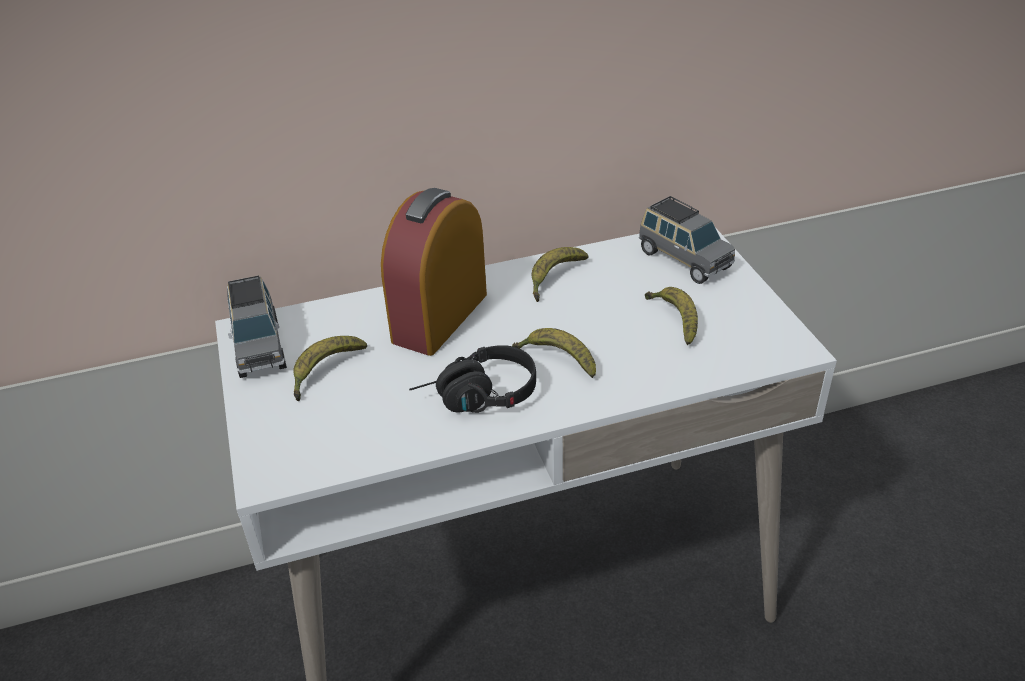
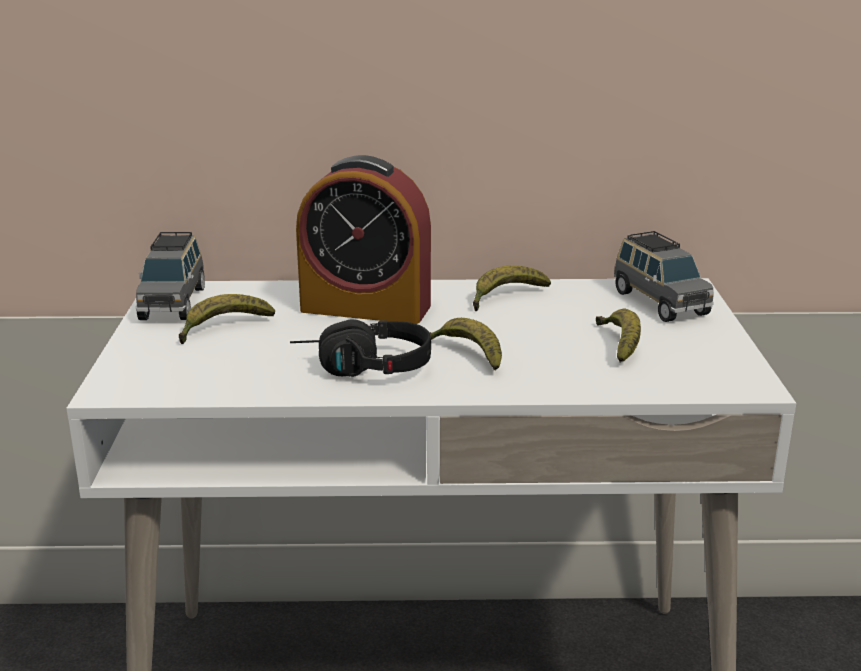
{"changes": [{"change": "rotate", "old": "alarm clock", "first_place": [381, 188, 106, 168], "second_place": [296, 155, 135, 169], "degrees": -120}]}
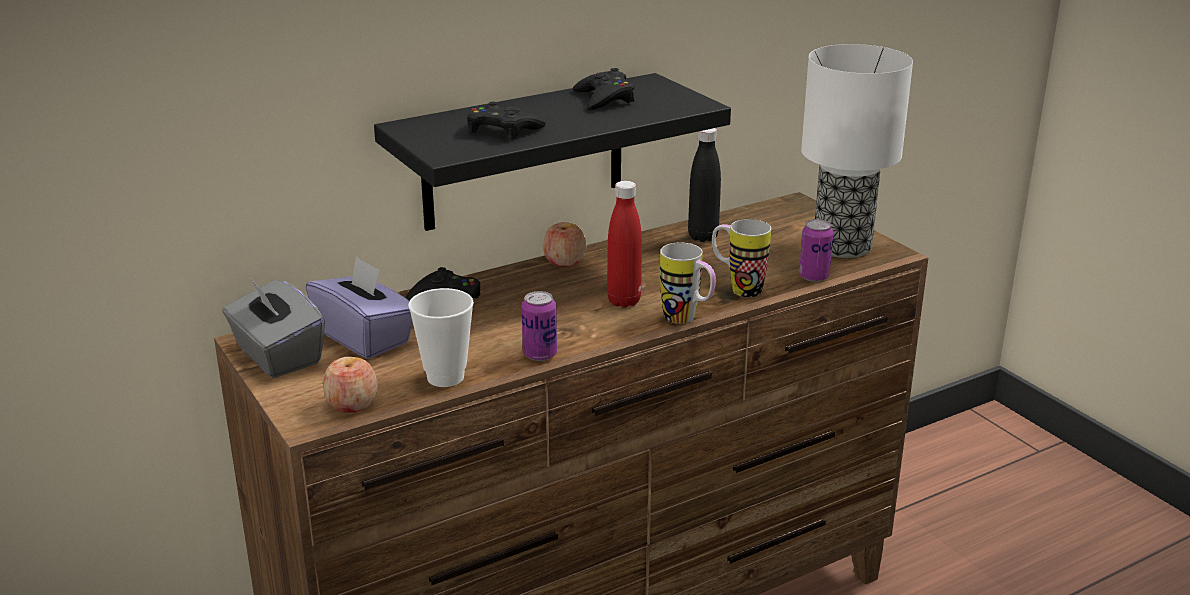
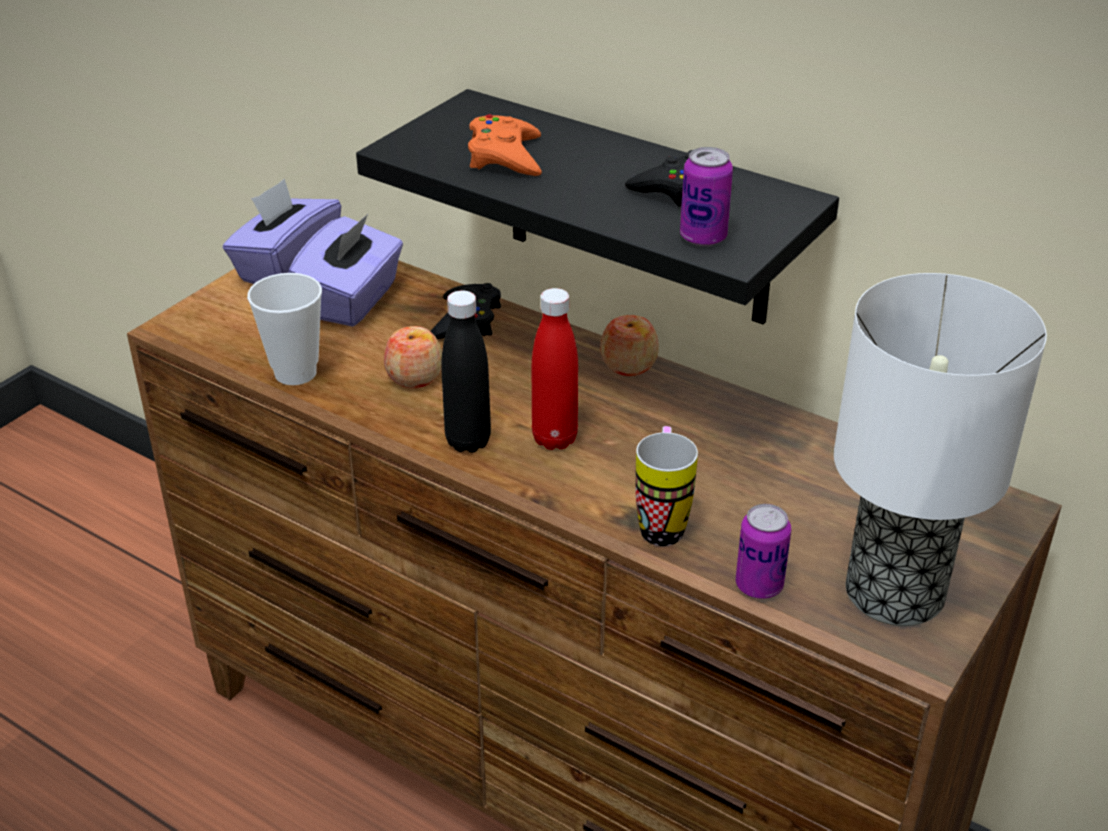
{"changes": [{"change": "recolor", "old": "grey box of tissues", "new": "purple-coloured box of tissues", "first_place": [222, 278, 103, 100], "second_place": [223, 179, 118, 105]}, {"change": "move", "old": "apple fruit", "first_place": [323, 357, 55, 56], "second_place": [384, 326, 58, 62]}, {"change": "recolor", "old": "black joypad", "new": "orangey joypad", "first_place": [467, 102, 79, 37], "second_place": [468, 114, 74, 62]}, {"change": "move", "old": "can", "first_place": [522, 291, 35, 70], "second_place": [680, 147, 53, 99]}, {"change": "delete", "old": "mug", "first_place": [660, 242, 56, 82]}, {"change": "move", "old": "black drink bottle", "first_place": [688, 128, 33, 114], "second_place": [441, 290, 50, 163]}]}
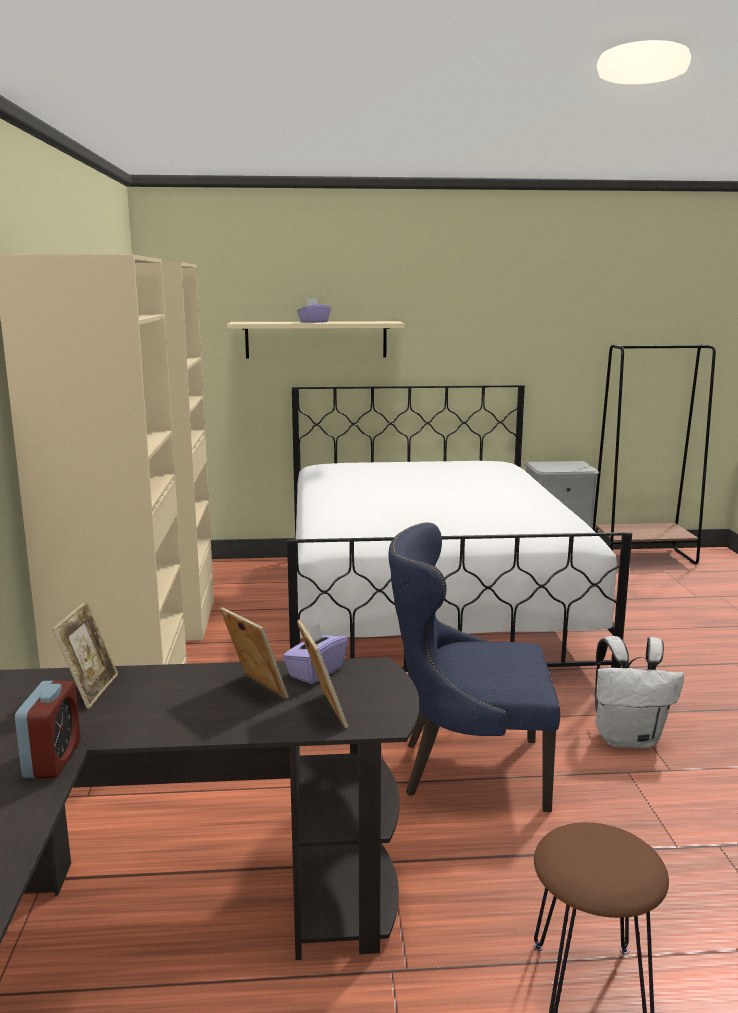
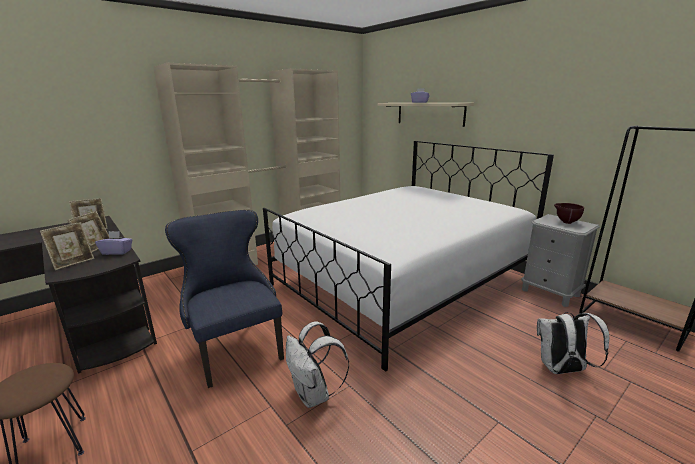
{"changes": [{"change": "delete", "old": "alarm clock", "first_place": [15, 681, 66, 97]}, {"change": "insert", "new": "whitish knapsack", "second_place": [537, 312, 72, 62]}, {"change": "insert", "new": "brown deep dish", "second_place": [554, 203, 30, 21]}]}
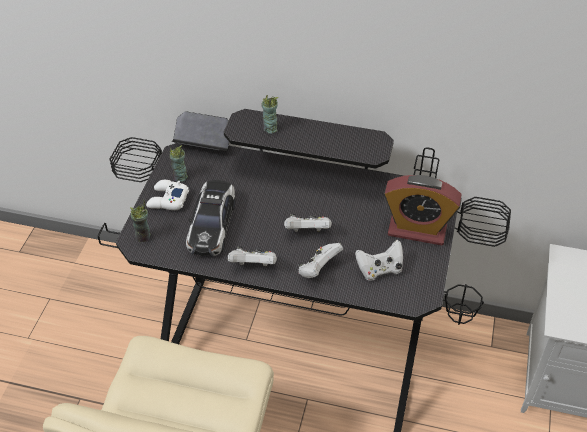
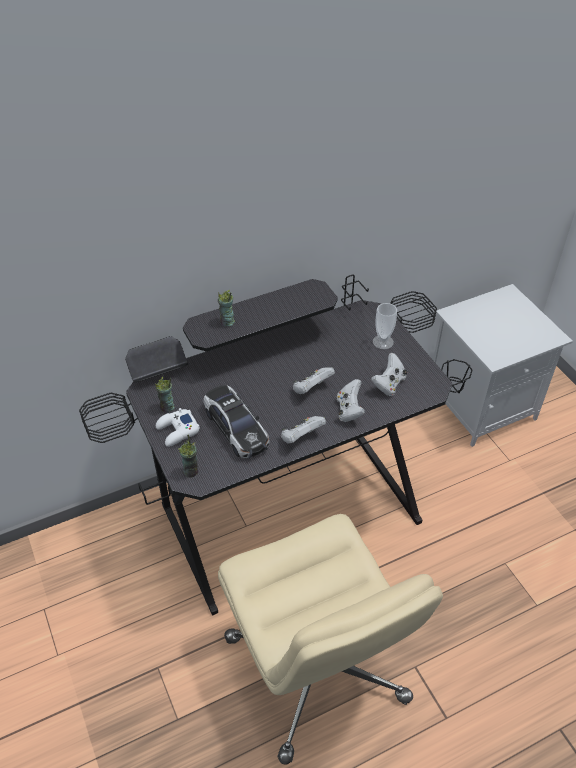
{"changes": [{"change": "replace", "old": "alarm clock", "new": "small cup", "first_place": [384, 175, 78, 70], "second_place": [373, 303, 24, 47]}]}
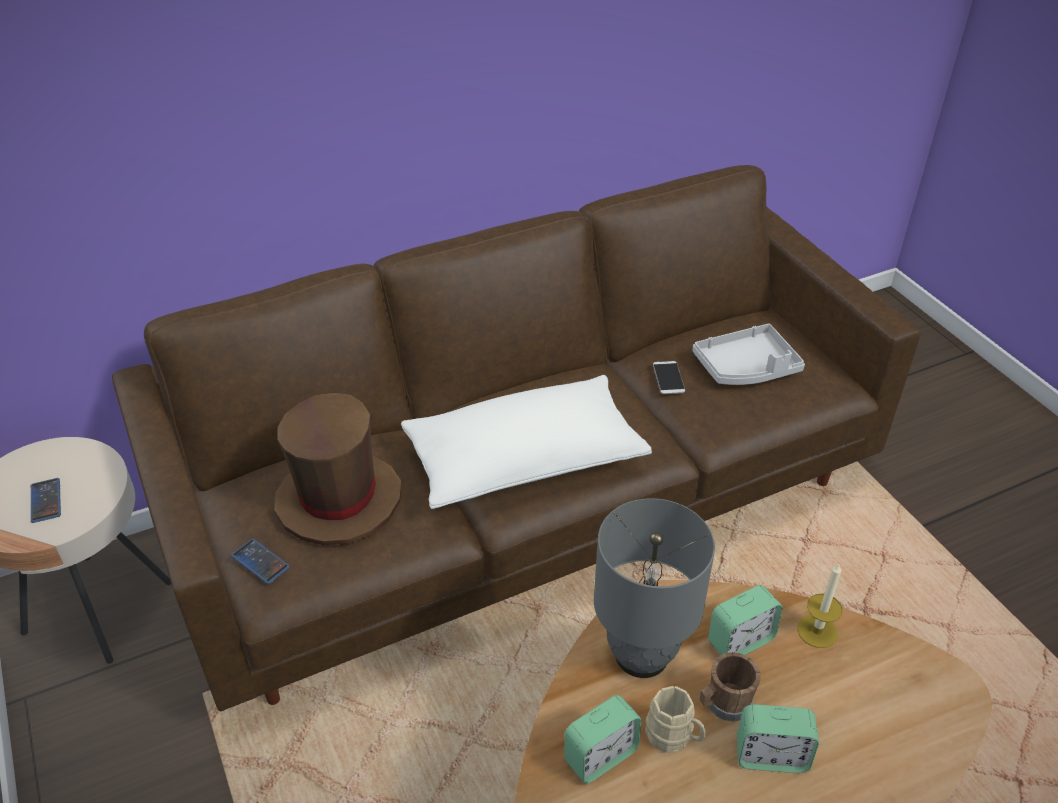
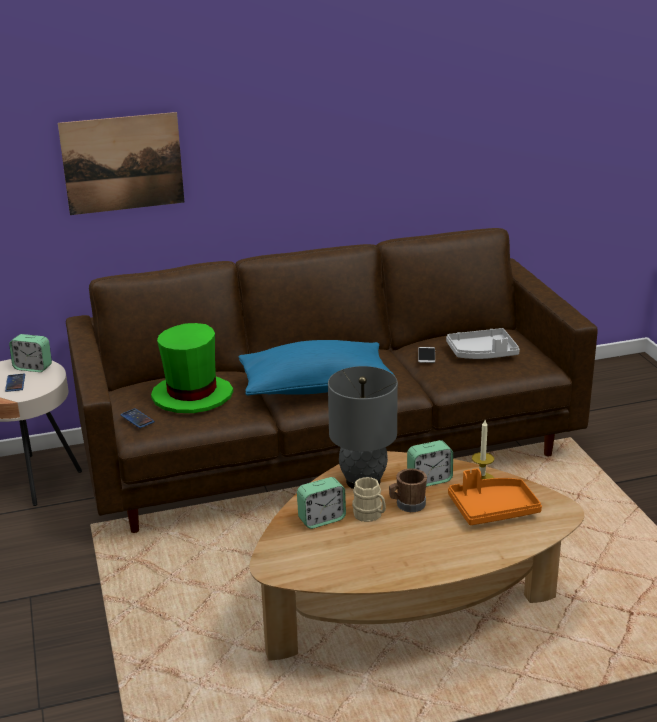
{"changes": [{"change": "recolor", "old": "brown wearable hat", "new": "greenish wearable hat", "first_place": [274, 393, 128, 152], "second_place": [151, 323, 82, 90]}, {"change": "recolor", "old": "whitish throw pillow", "new": "blue-coloured throw pillow", "first_place": [401, 375, 251, 134], "second_place": [239, 340, 156, 55]}, {"change": "move", "old": "alarm clock", "first_place": [737, 704, 82, 69], "second_place": [9, 334, 43, 38]}, {"change": "insert", "new": "wall art", "second_place": [58, 112, 127, 103]}, {"change": "insert", "new": "orangey tray", "second_place": [448, 468, 94, 57]}]}
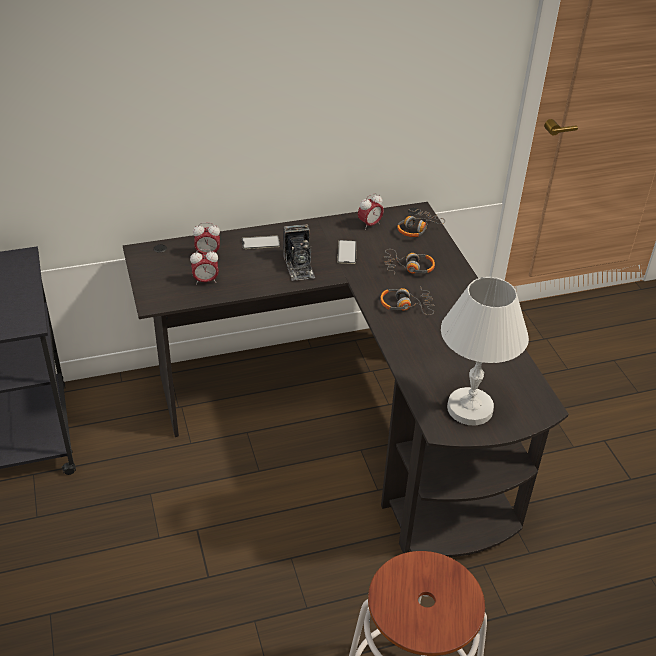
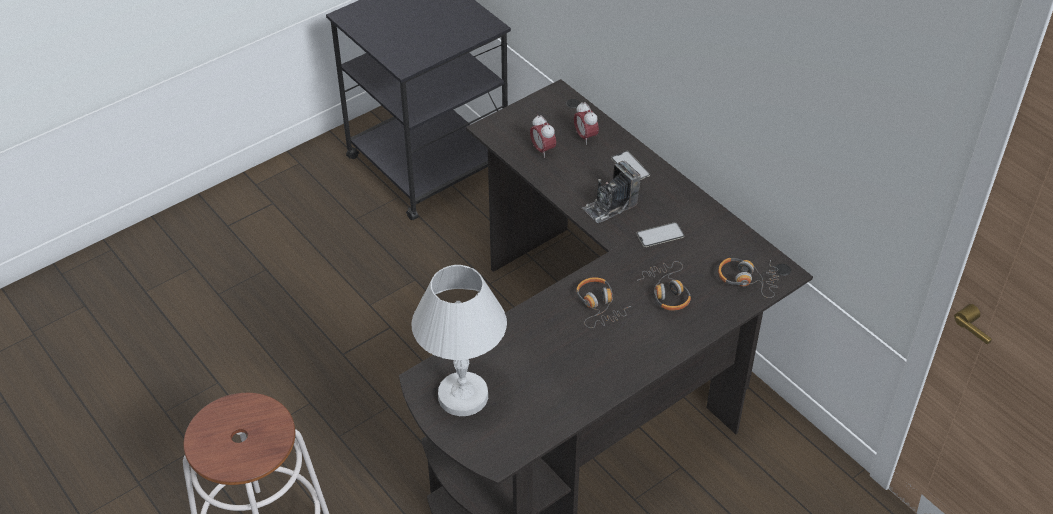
{"changes": [{"change": "delete", "old": "alarm clock", "first_place": [358, 193, 26, 37]}]}
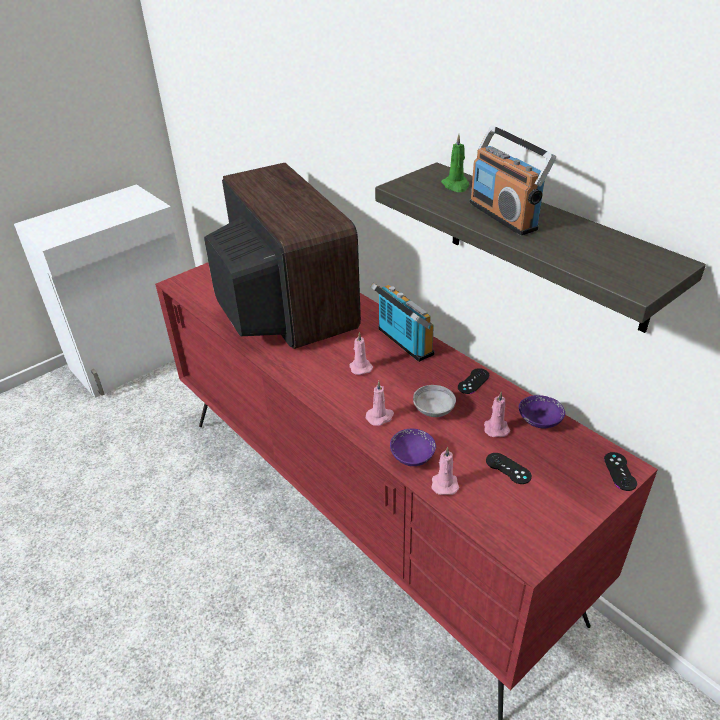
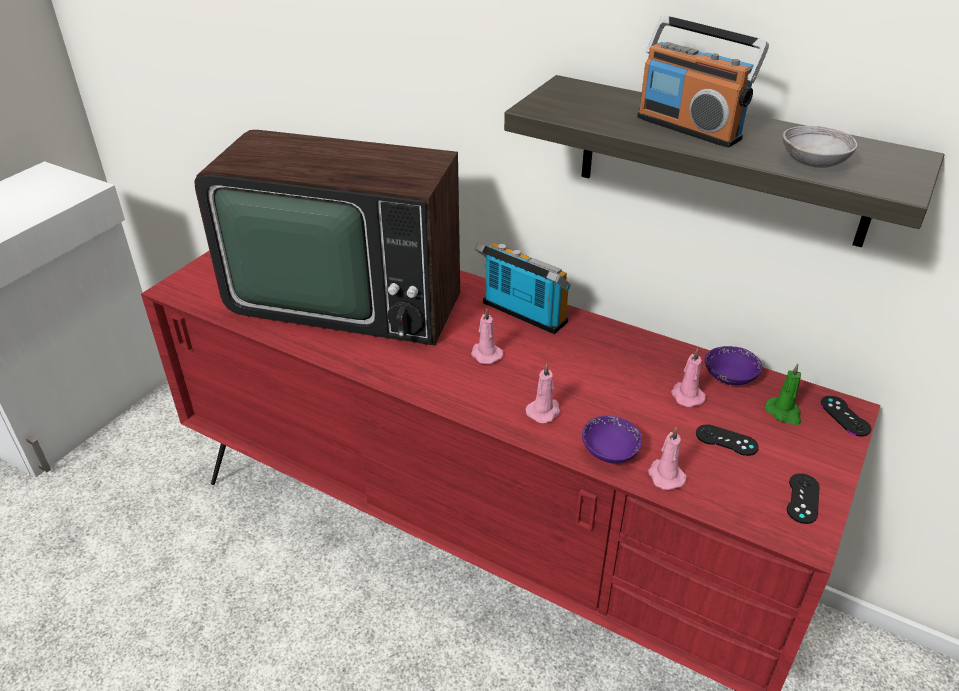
{"changes": [{"change": "rotate", "old": "TV", "first_place": [204, 163, 157, 186], "second_place": [194, 130, 266, 216], "degrees": 150}, {"change": "move", "old": "grey deep dish", "first_place": [413, 385, 43, 32], "second_place": [783, 126, 74, 42]}, {"change": "move", "old": "greenish wax candle", "first_place": [441, 134, 28, 58], "second_place": [765, 363, 36, 62]}, {"change": "move", "old": "black joypad", "first_place": [458, 368, 32, 26], "second_place": [787, 473, 33, 51]}]}
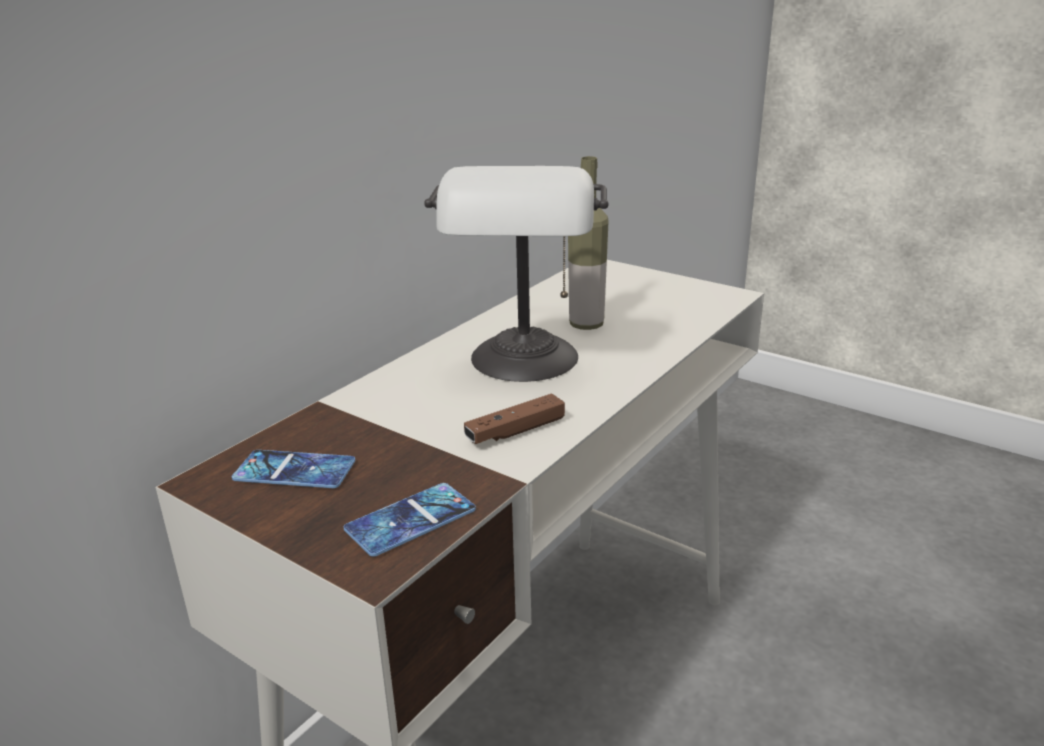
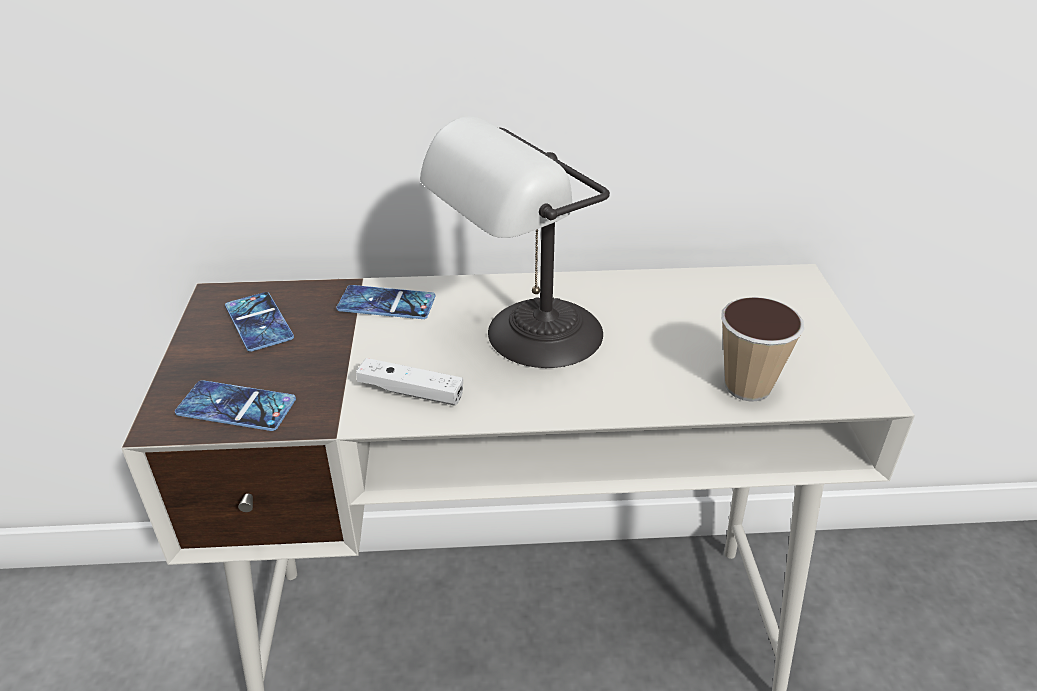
{"changes": [{"change": "recolor", "old": "brown joypad", "new": "whitish joypad", "first_place": [464, 393, 101, 51], "second_place": [356, 358, 107, 47]}, {"change": "delete", "old": "drink bottle", "first_place": [568, 156, 41, 174]}, {"change": "insert", "new": "phone", "second_place": [336, 285, 99, 34]}, {"change": "insert", "new": "small cup", "second_place": [721, 297, 83, 105]}]}
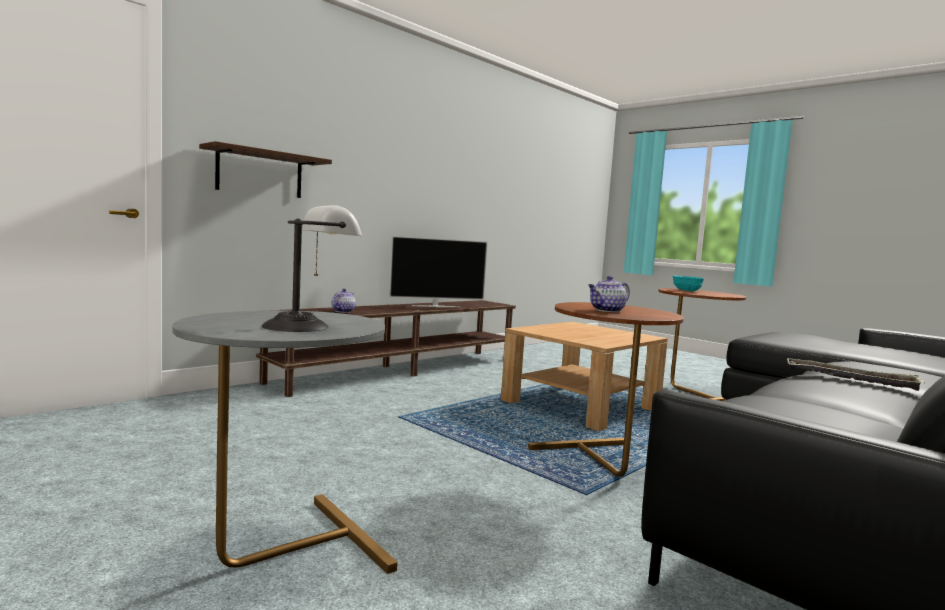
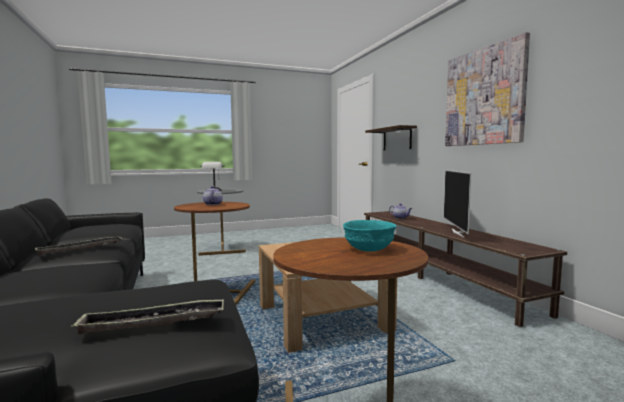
{"changes": [{"change": "insert", "new": "tray", "second_place": [71, 299, 153, 35]}, {"change": "insert", "new": "wall art", "second_place": [445, 32, 85, 114]}]}
